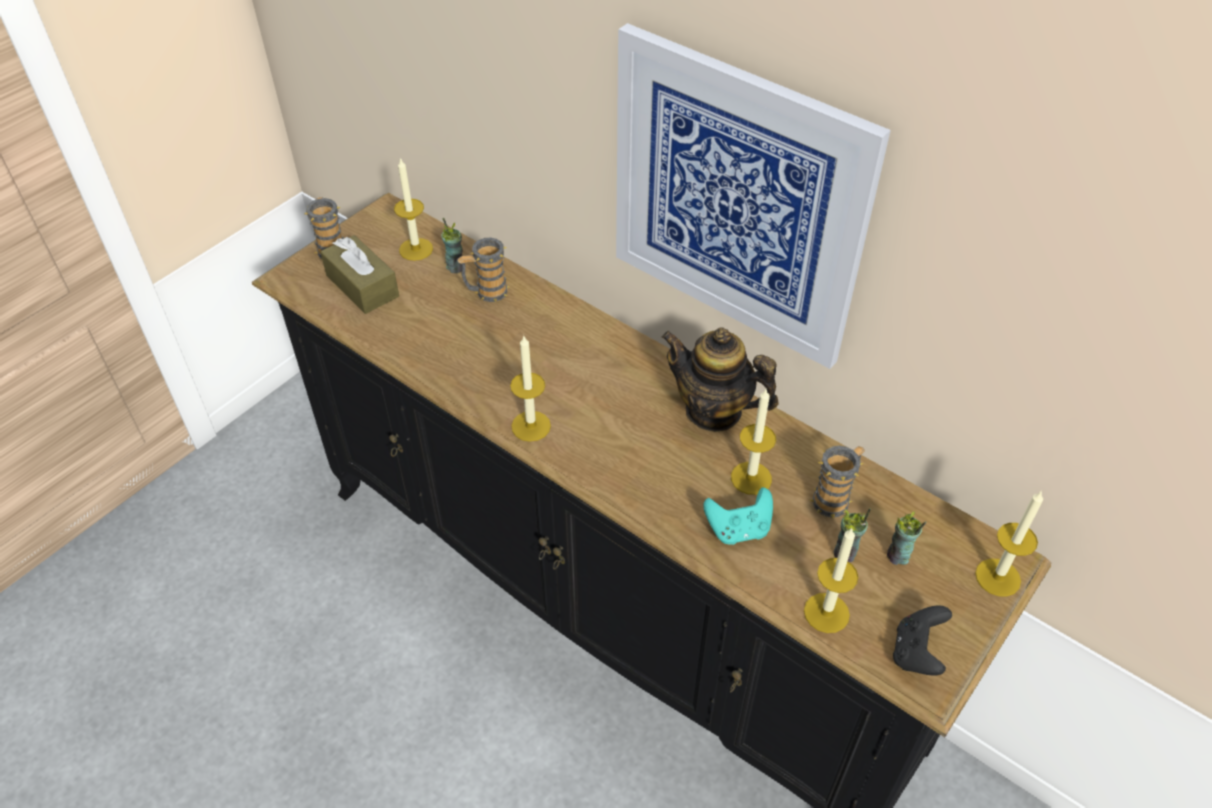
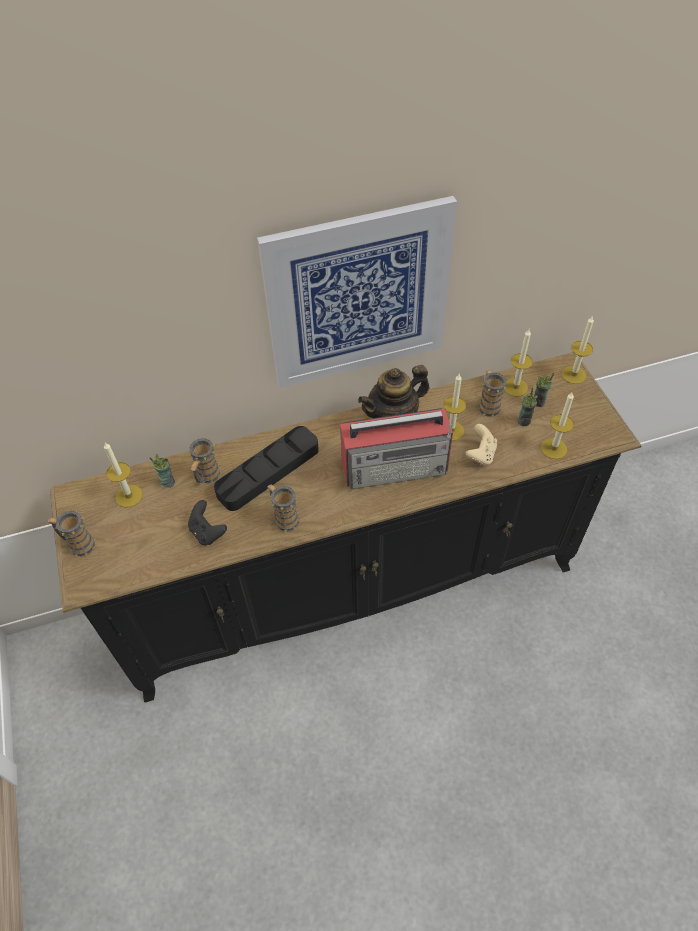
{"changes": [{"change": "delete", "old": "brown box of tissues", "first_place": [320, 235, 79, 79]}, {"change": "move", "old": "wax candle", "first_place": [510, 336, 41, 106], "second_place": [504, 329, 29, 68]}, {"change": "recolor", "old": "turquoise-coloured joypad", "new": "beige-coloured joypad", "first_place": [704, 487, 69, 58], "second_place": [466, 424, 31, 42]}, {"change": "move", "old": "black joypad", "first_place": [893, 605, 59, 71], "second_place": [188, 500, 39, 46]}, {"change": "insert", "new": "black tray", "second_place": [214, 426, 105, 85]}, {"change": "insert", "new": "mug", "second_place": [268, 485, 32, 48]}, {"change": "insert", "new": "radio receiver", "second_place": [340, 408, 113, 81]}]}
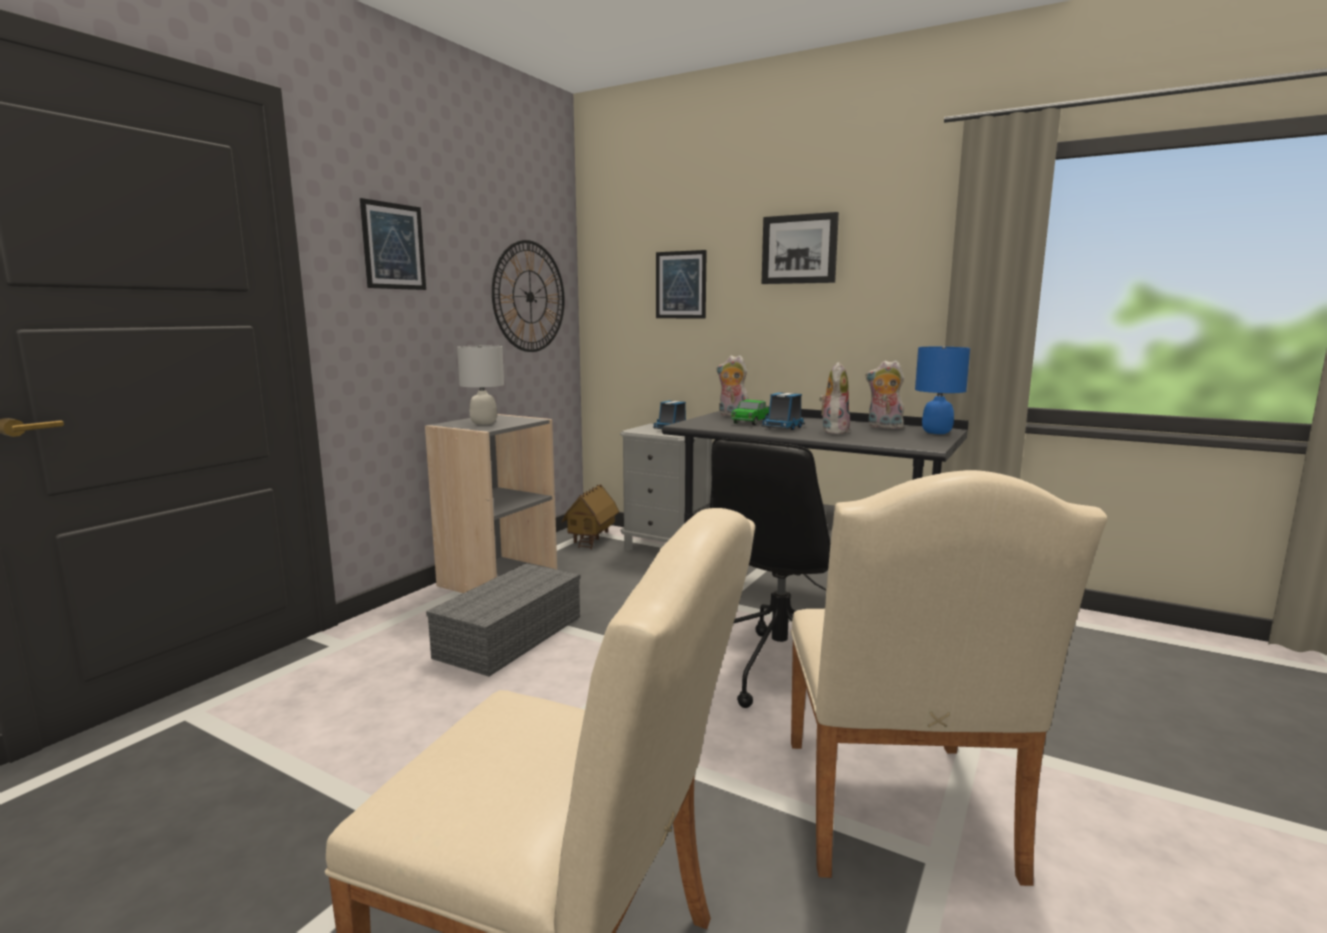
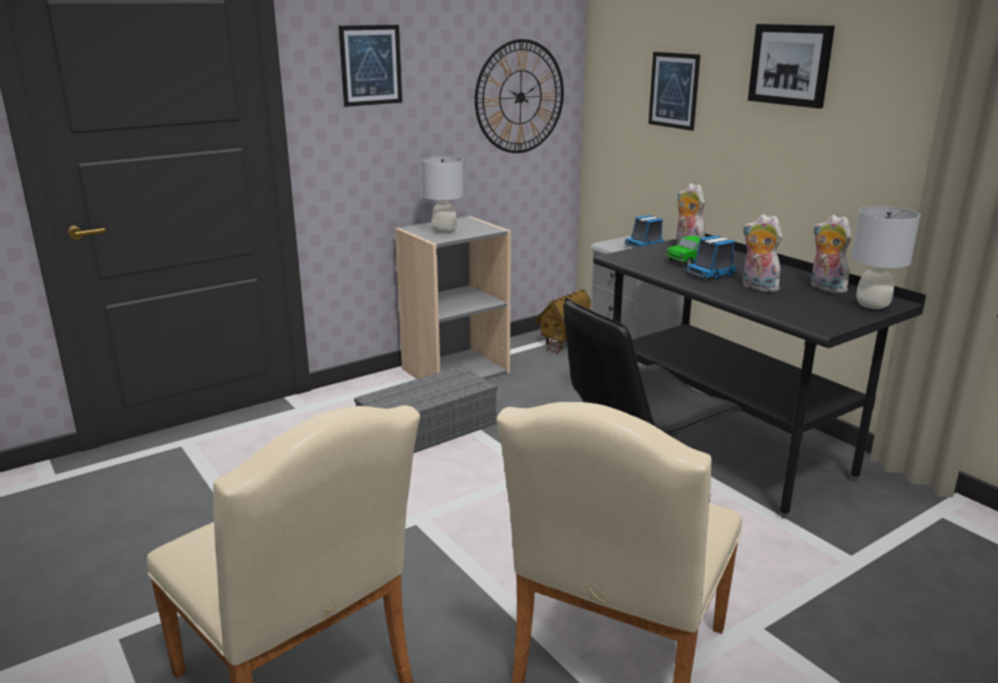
{"changes": [{"change": "rotate", "old": "soft toy", "first_place": [819, 362, 31, 72], "second_place": [743, 214, 39, 78], "degrees": -90}, {"change": "recolor", "old": "blue-coloured lamp for a table", "new": "grey lamp for a table", "first_place": [915, 346, 55, 88], "second_place": [852, 206, 68, 103]}]}
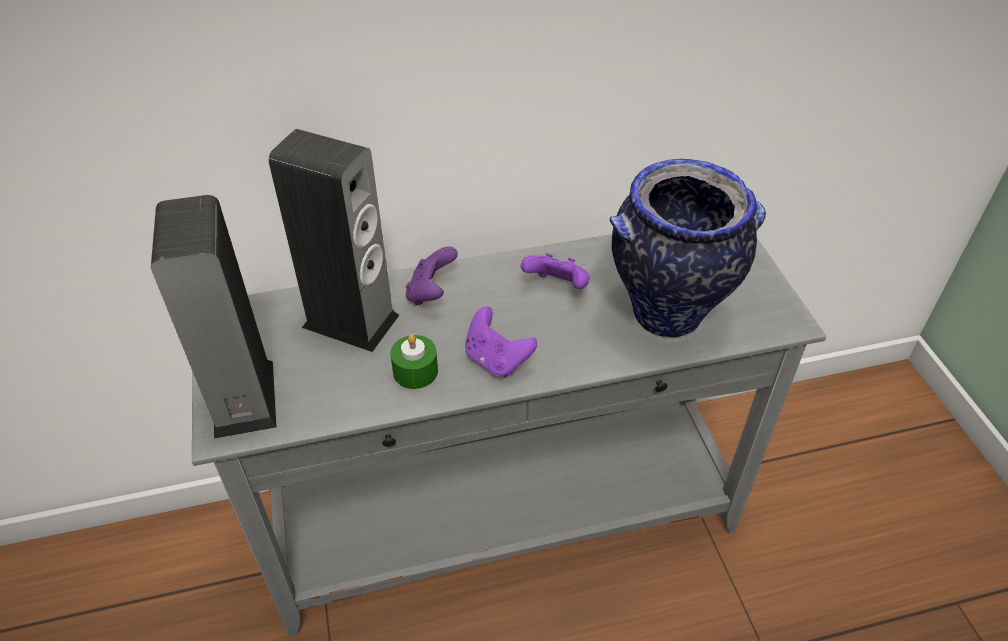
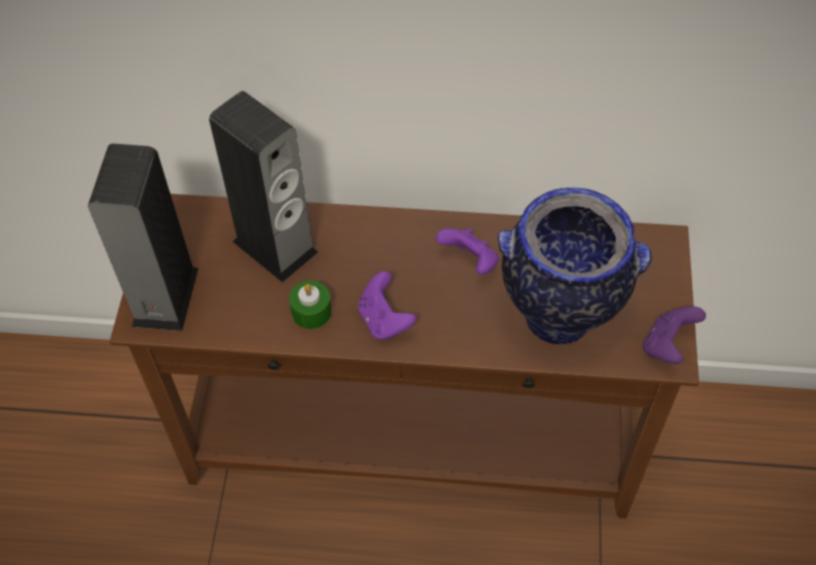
{"changes": [{"change": "recolor", "old": "grey console table", "new": "brown console table", "first_place": [192, 234, 634, 402], "second_place": [110, 194, 589, 324]}, {"change": "move", "old": "purple-coloured joypad", "first_place": [406, 246, 52, 60], "second_place": [643, 306, 63, 58]}]}
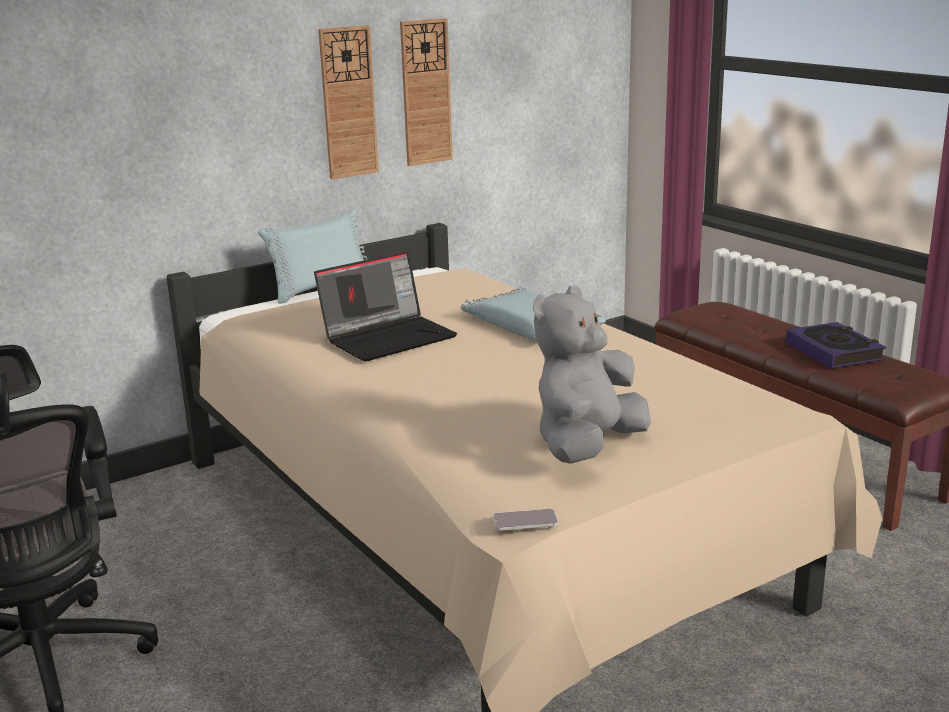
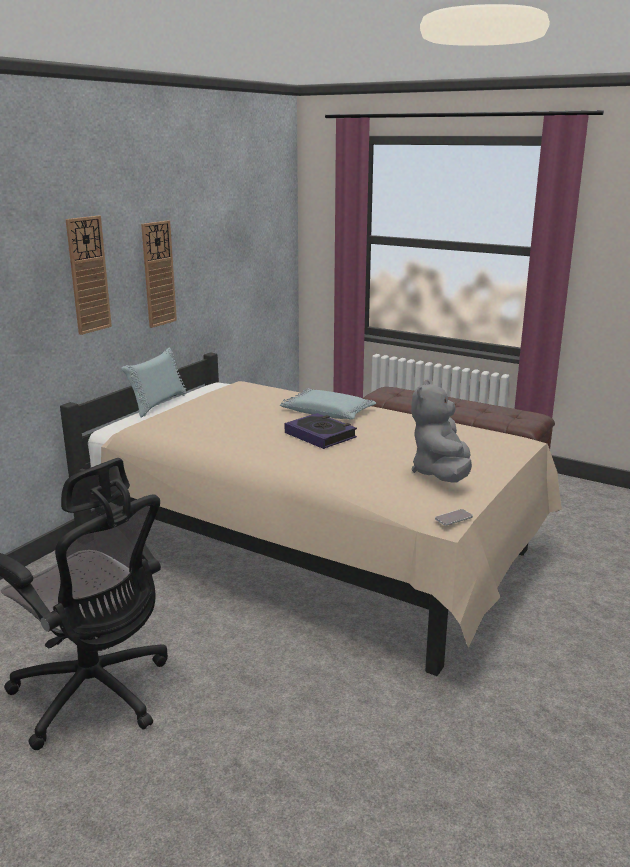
{"changes": [{"change": "delete", "old": "notebook computer", "first_place": [314, 251, 143, 111]}, {"change": "move", "old": "wall clock", "first_place": [400, 18, 53, 148], "second_place": [66, 216, 46, 119]}, {"change": "move", "old": "volume", "first_place": [786, 322, 100, 47], "second_place": [285, 413, 72, 36]}]}
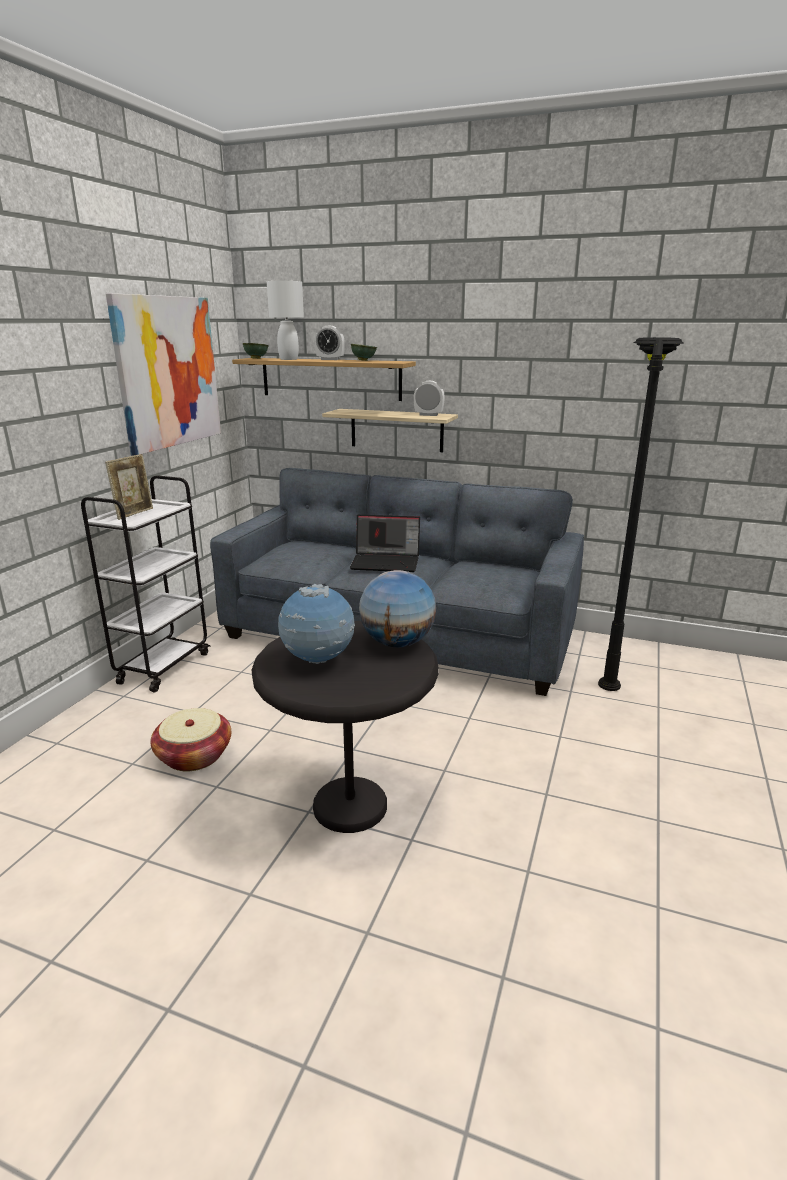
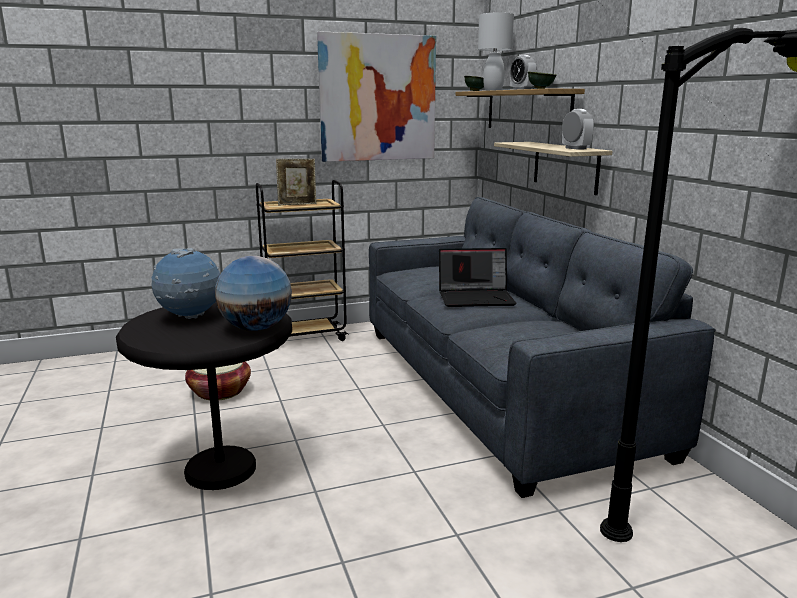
{"changes": [{"change": "recolor", "old": "whitish wheeled cart", "new": "brown wheeled cart", "first_place": [81, 476, 130, 217], "second_place": [256, 180, 94, 169]}, {"change": "rotate", "old": "notebook computer", "first_place": [350, 515, 70, 57], "second_place": [439, 248, 78, 59], "degrees": -60}]}
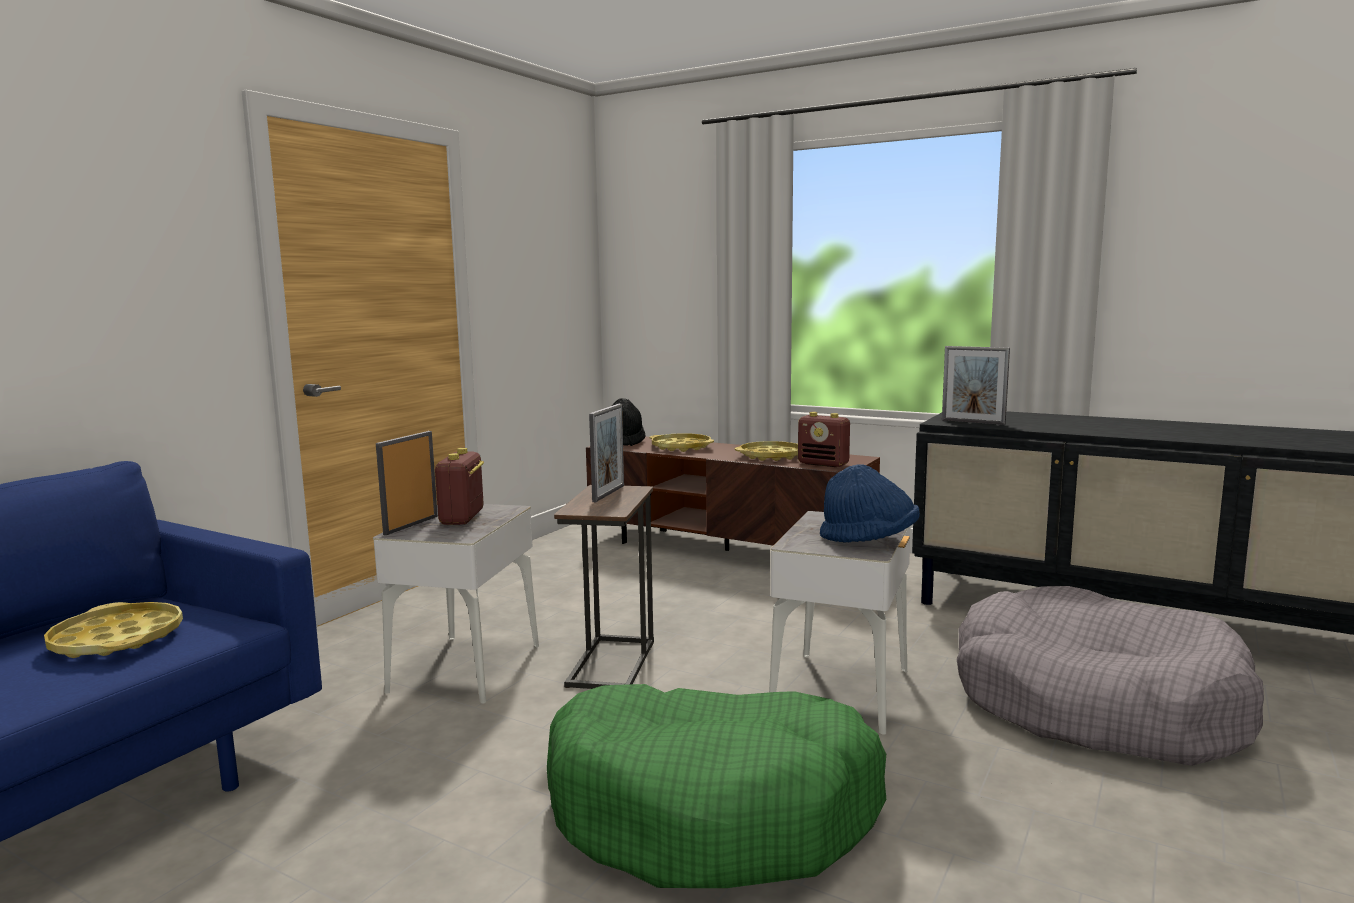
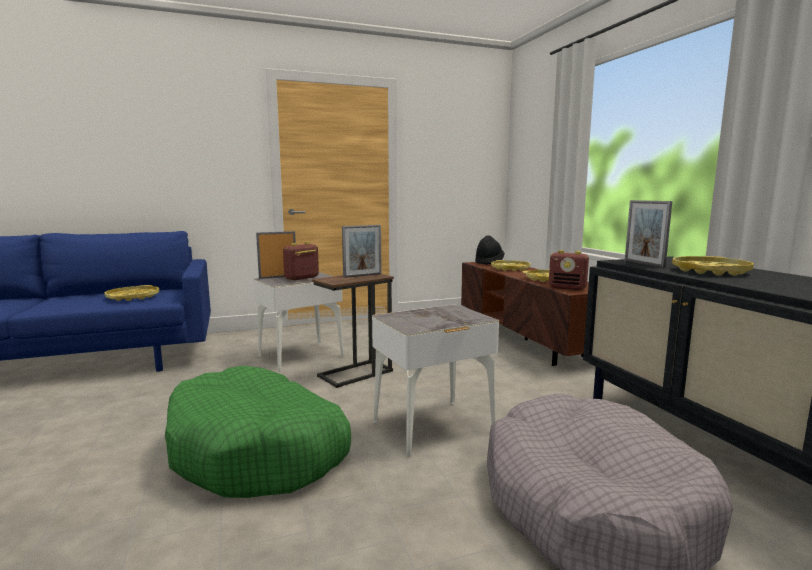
{"changes": [{"change": "rotate", "old": "radio receiver", "first_place": [798, 412, 52, 55], "second_place": [549, 250, 40, 40], "degrees": -45}, {"change": "delete", "old": "blue-coloured wearable hat", "first_place": [820, 464, 100, 78]}, {"change": "insert", "new": "yellow tray", "second_place": [672, 256, 82, 20]}]}
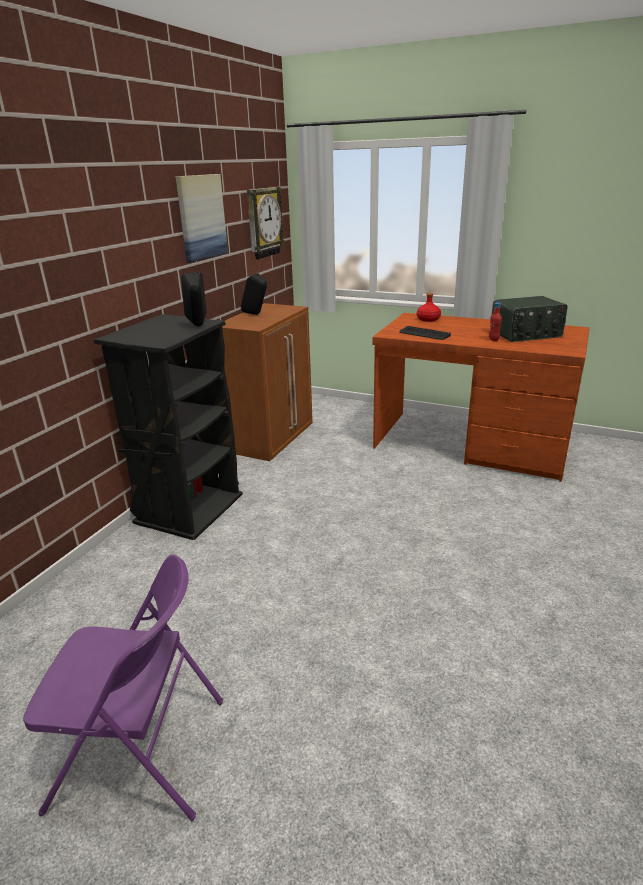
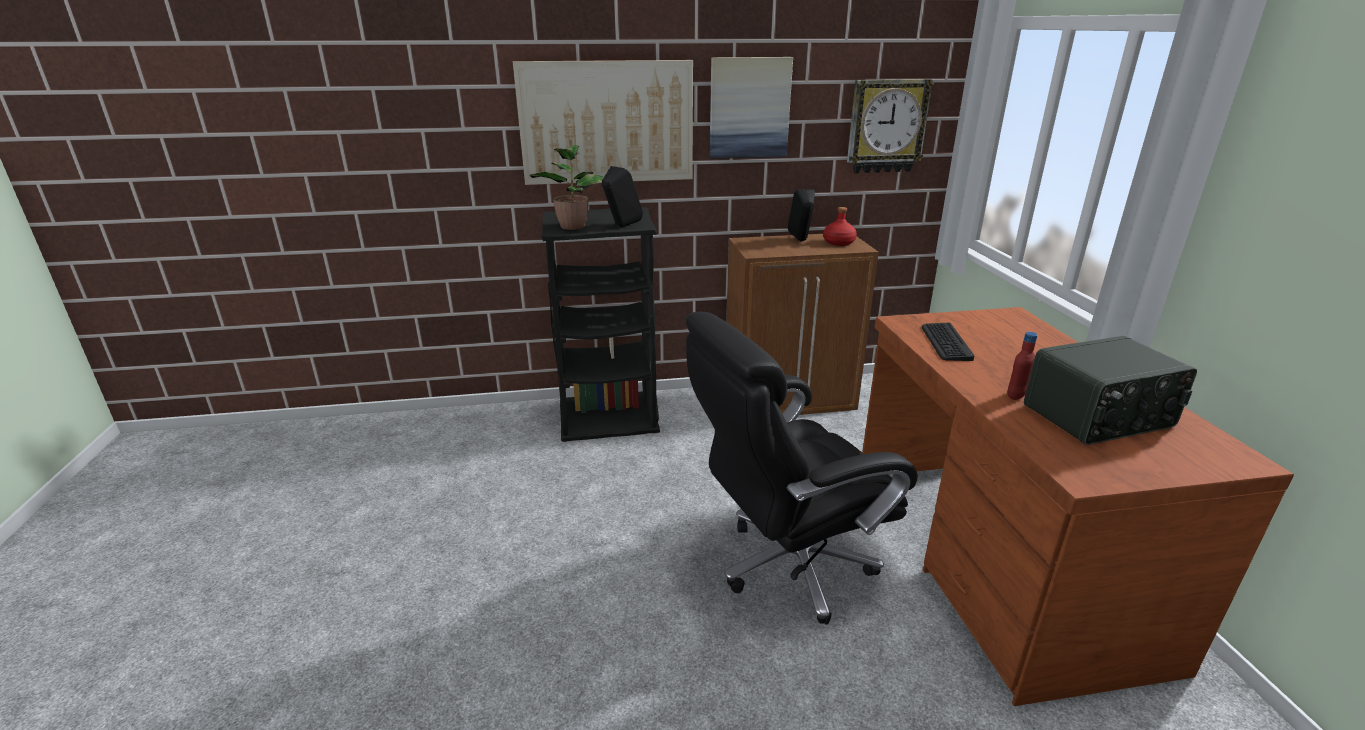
{"changes": [{"change": "delete", "old": "purple-coloured chair", "first_place": [23, 555, 200, 267]}, {"change": "move", "old": "reddish drink bottle", "first_place": [417, 293, 24, 29], "second_place": [823, 207, 34, 39]}, {"change": "rotate", "old": "radio receiver", "first_place": [492, 296, 76, 46], "second_place": [1024, 336, 173, 109], "degrees": -60}, {"change": "insert", "new": "wall art", "second_place": [513, 60, 180, 125]}, {"change": "insert", "new": "potted plant", "second_place": [529, 145, 75, 85]}, {"change": "insert", "new": "black desk chair", "second_place": [686, 312, 232, 313]}]}
